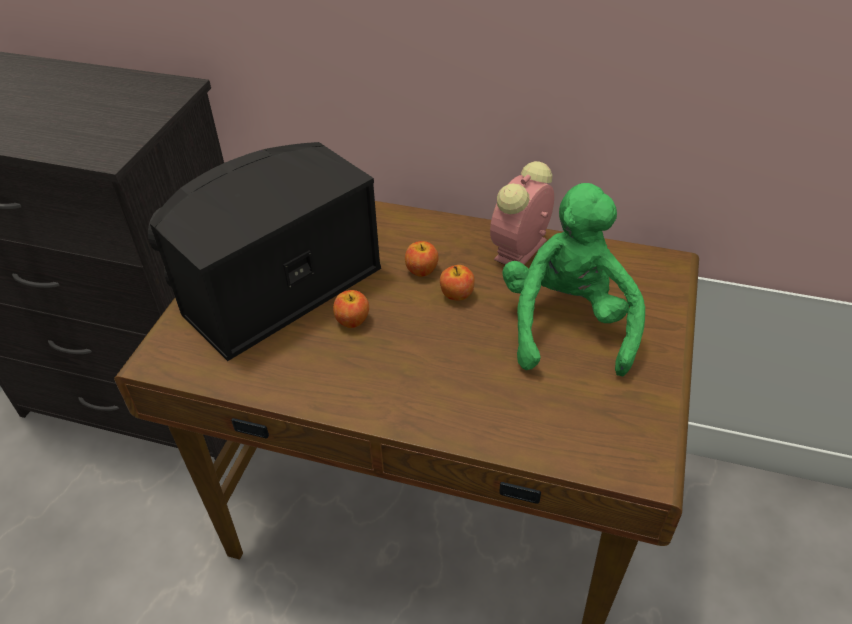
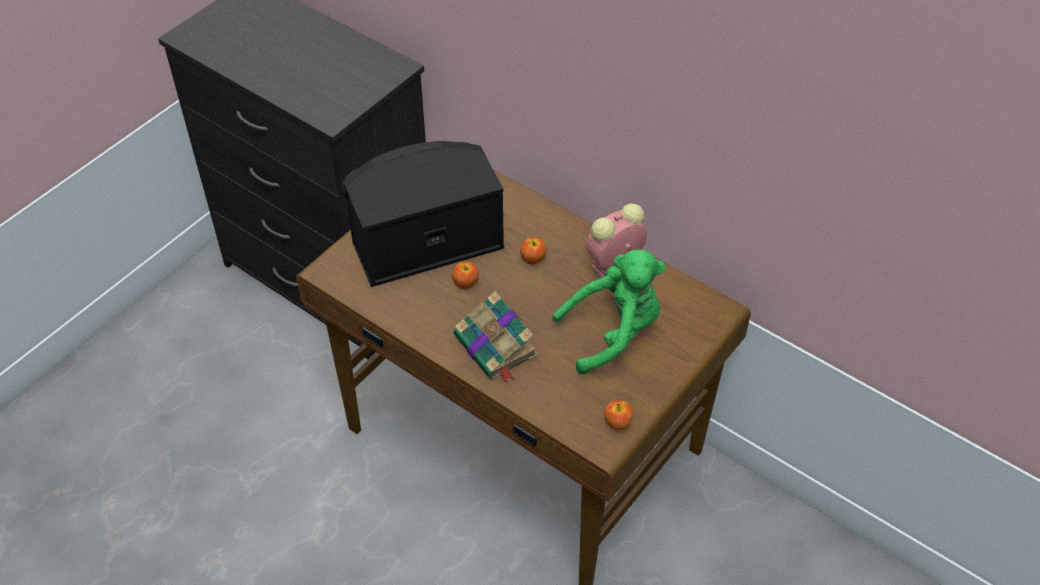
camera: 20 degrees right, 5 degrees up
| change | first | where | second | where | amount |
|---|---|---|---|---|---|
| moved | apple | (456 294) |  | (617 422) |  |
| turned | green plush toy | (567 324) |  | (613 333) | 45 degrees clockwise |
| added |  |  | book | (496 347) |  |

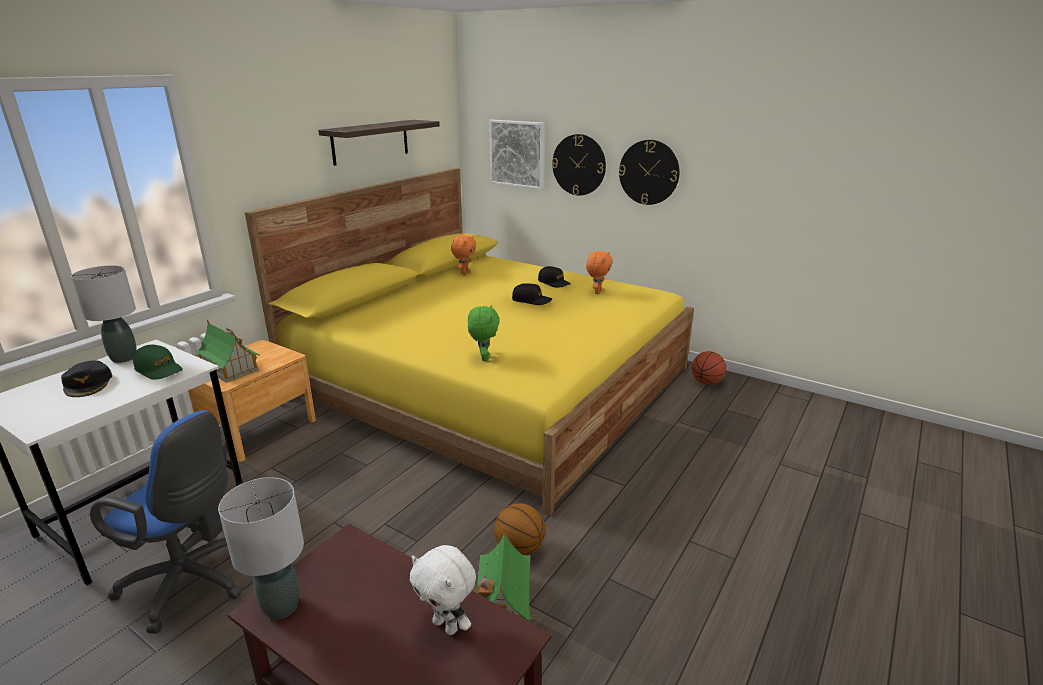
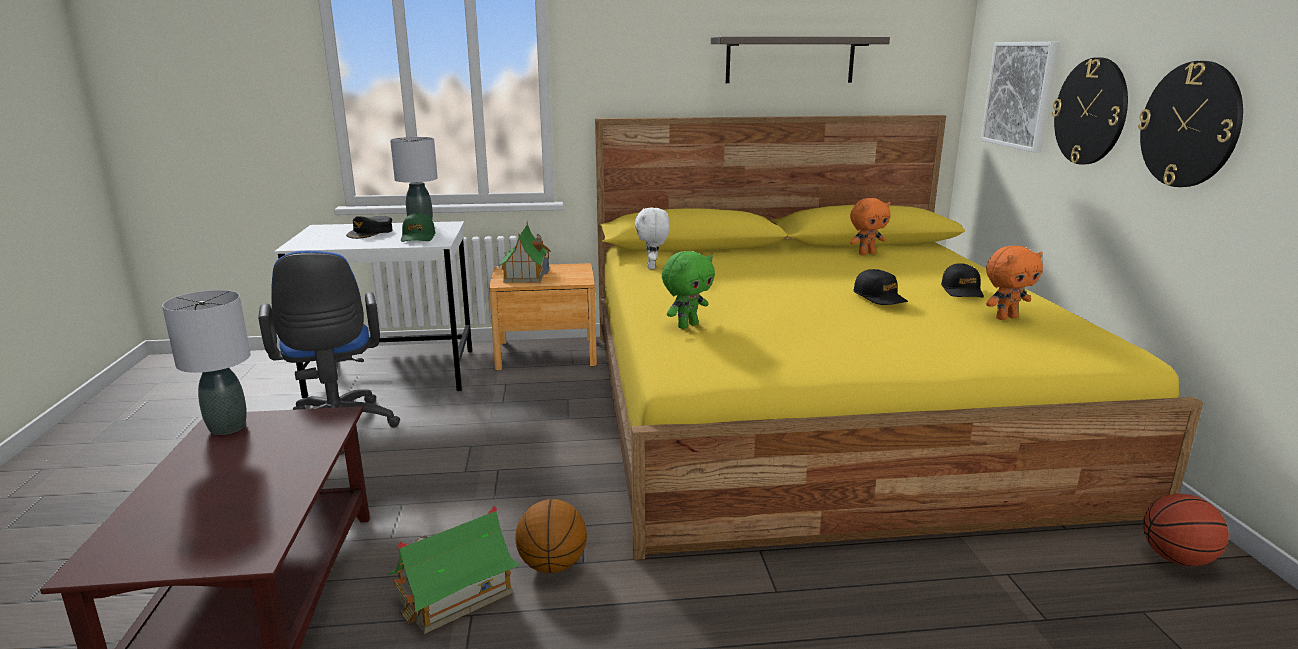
camera: 50 degrees right, 5 degrees down
| change | first | where | second | where | amount |
|---|---|---|---|---|---|
| moved | white plush toy | (447 625) |  | (652 267) |  |

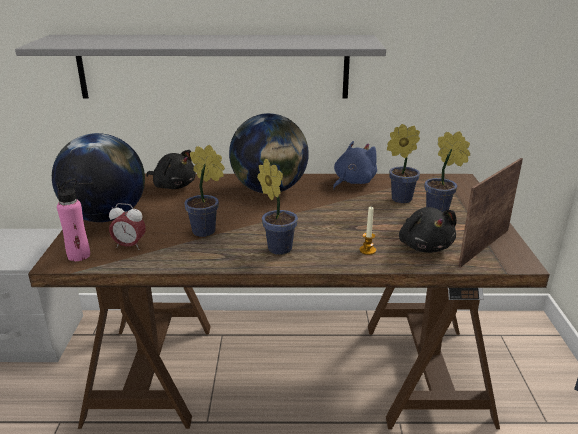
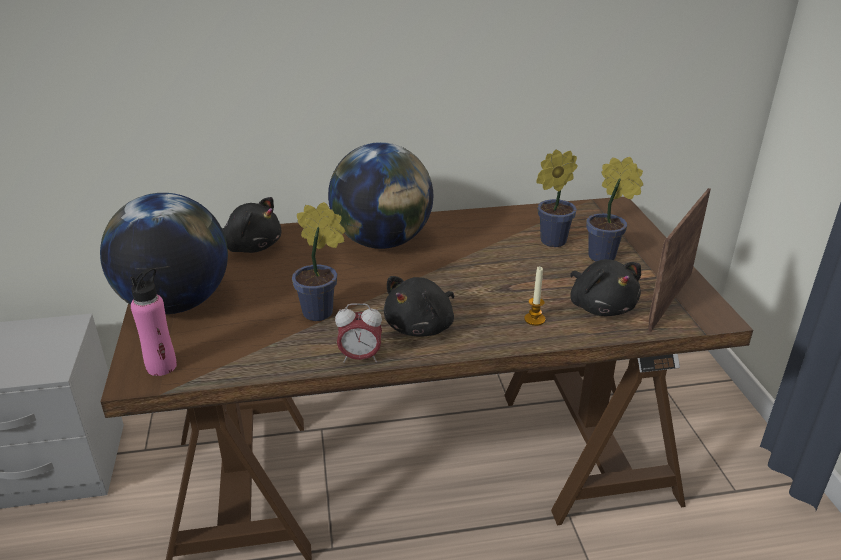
camera: 10 degrees left, 5 degrees up
| change | first | where | second | where | amount |
|---|---|---|---|---|---|
| removed | grey shelf | (213 67) |  |  |  |
| moved | alarm clock | (129 246) |  | (360 357) |  |
| replaced | potted plant | (277 247) | black plush toy | (422 327) |  |
| removed | blue plush toy | (352 182) |  |  |  |

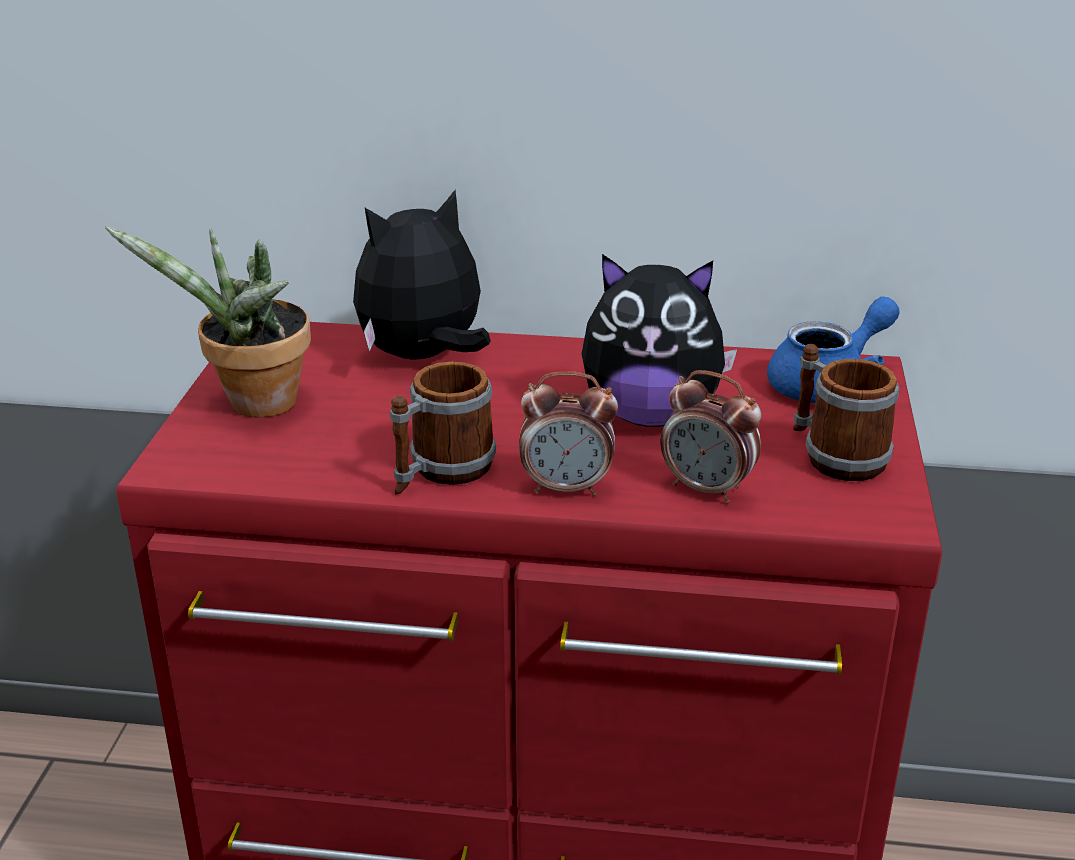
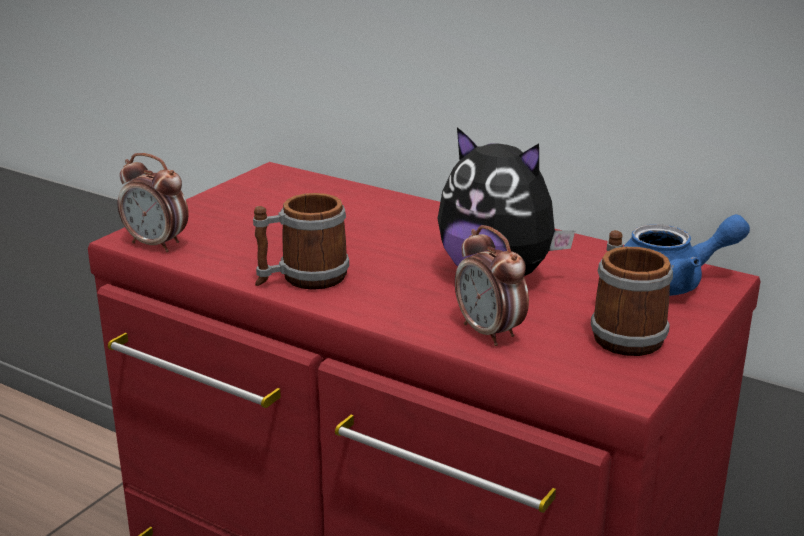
camera: 25 degrees right, 5 degrees down
| change | first | where | second | where | amount |
|---|---|---|---|---|---|
| removed | potted plant | (253 405) |  |  |  |
| removed | plush toy | (423 357) |  |  |  |
| moved | alarm clock | (567 488) |  | (157 245) |  |

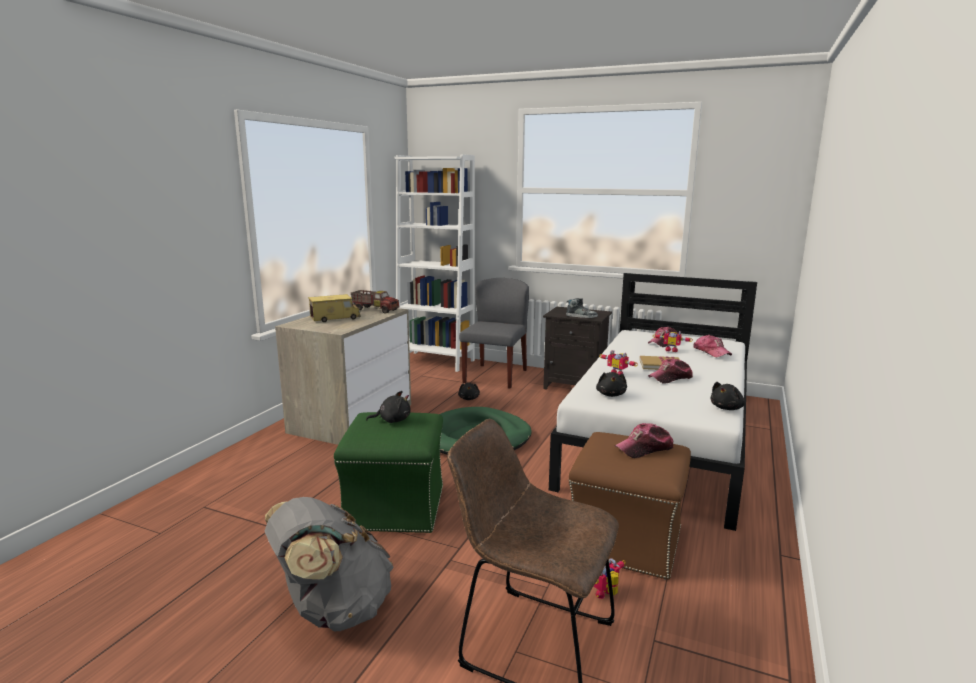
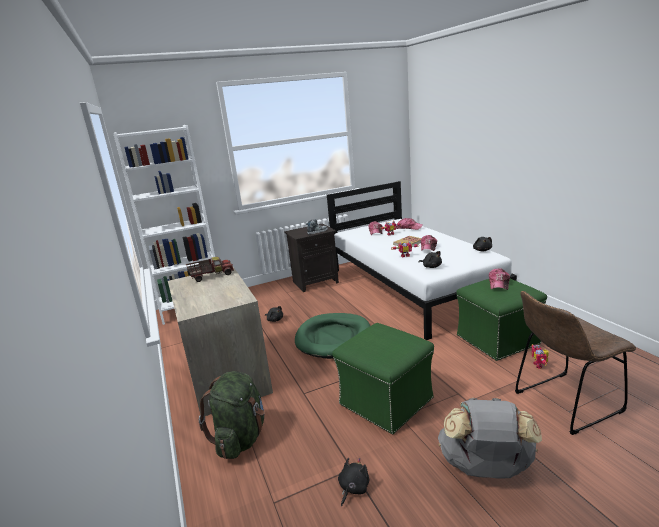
camera: 45 degrees left, 5 degrees up
| change | first | where | second | where | amount |
|---|---|---|---|---|---|
| removed | toy truck | (335 318) |  |  |  |
| moved | black plush toy | (392 420) |  | (353 488) |  |
| removed | grey chair | (495 376) |  |  |  |
| recoloured | brown ottoman | (627 540) | green ottoman | (498 339) |  |
| added |  |  | green backpack | (241 438) |  |

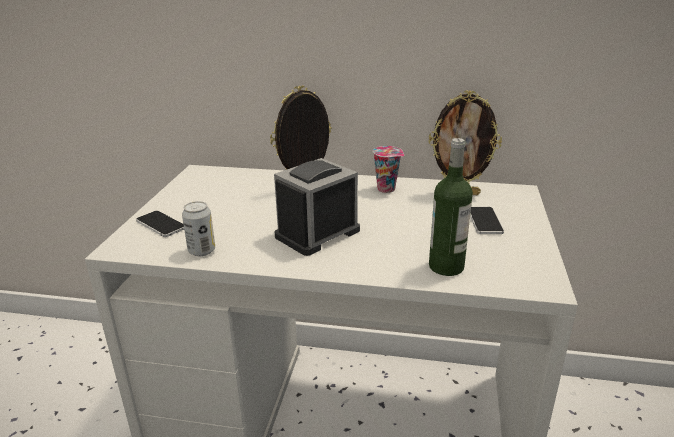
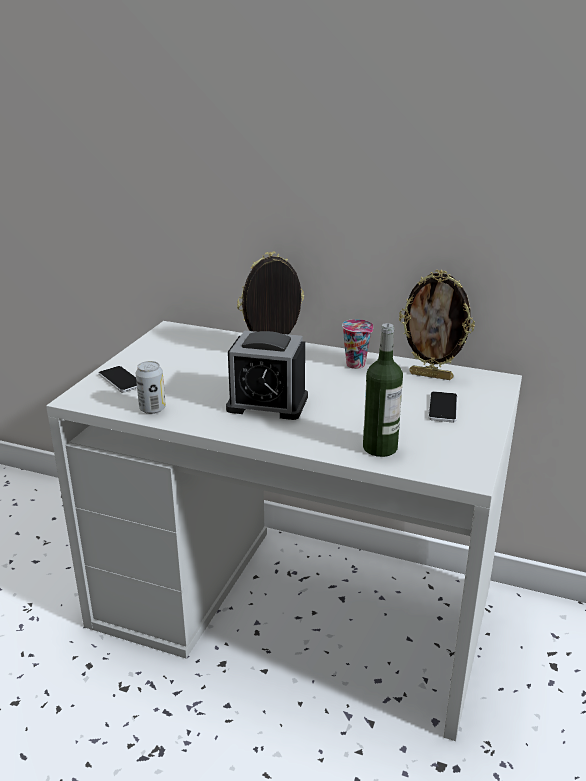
camera: 10 degrees right, 0 degrees up
| change | first | where | second | where | amount |
|---|---|---|---|---|---|
| turned | alarm clock | (317 233) |  | (267 403) | 135 degrees counterclockwise |

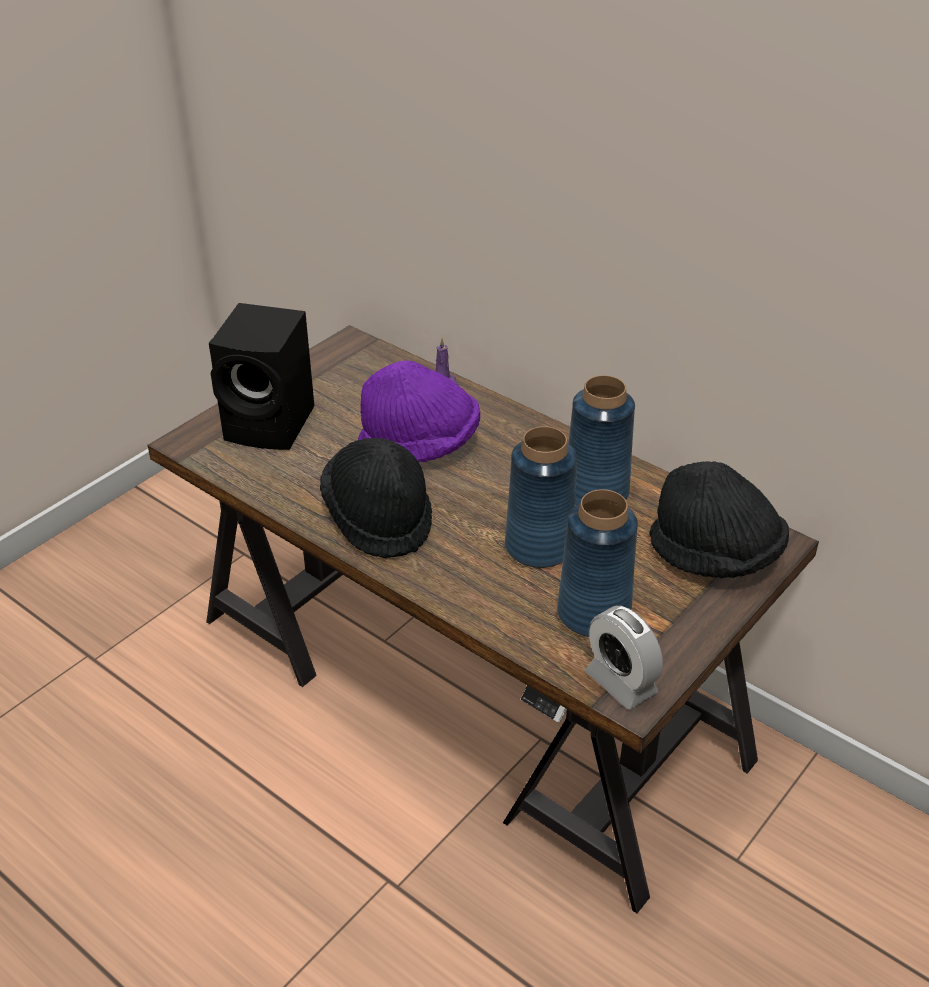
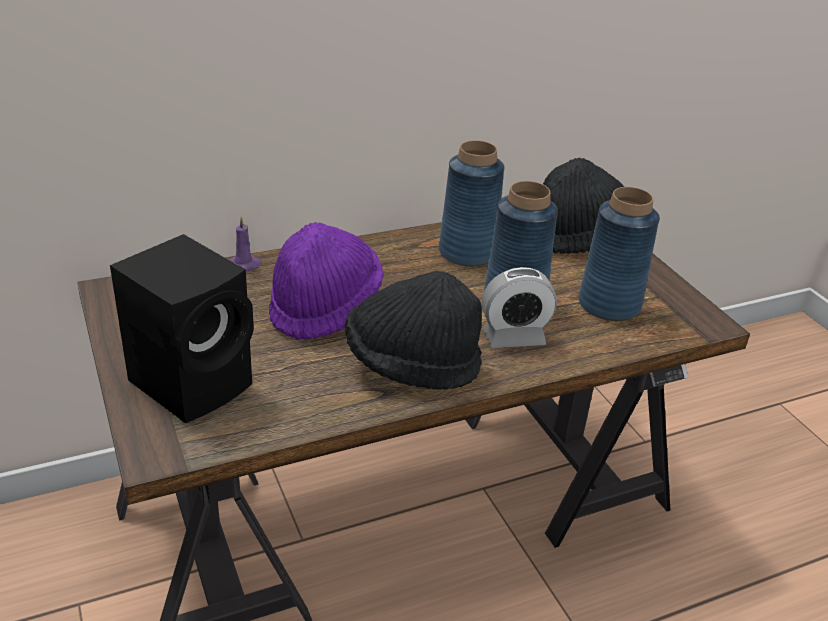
camera: 65 degrees left, 5 degrees down
| change | first | where | second | where | amount |
|---|---|---|---|---|---|
| moved | alarm clock | (621 682) |  | (513 338) |  |

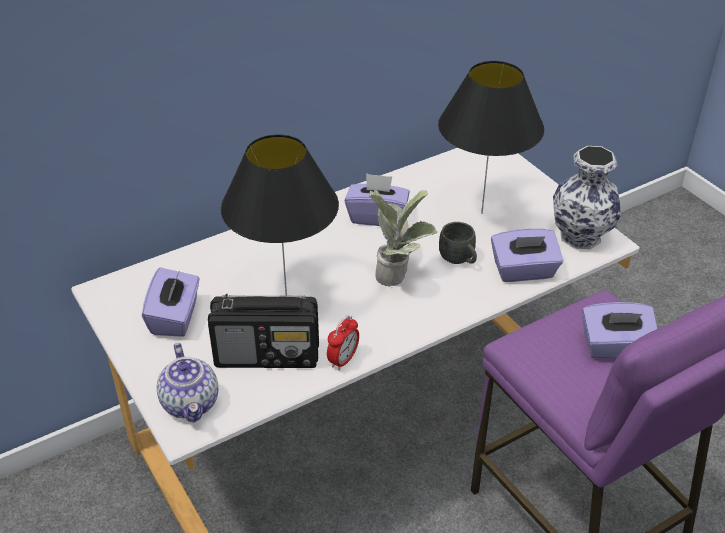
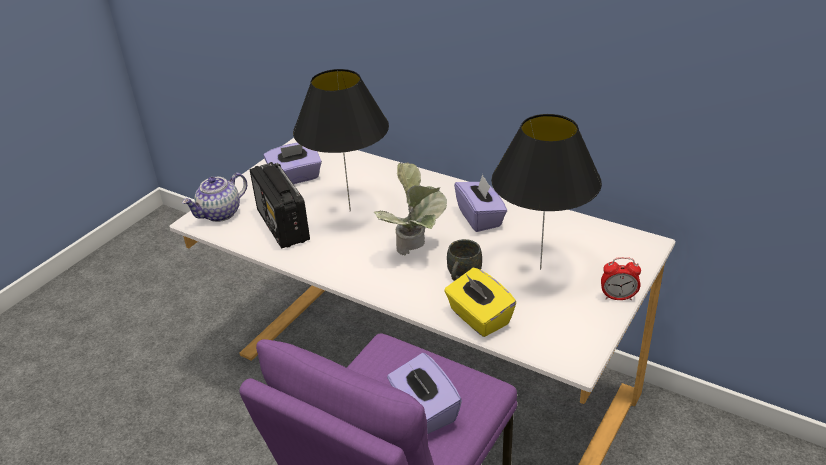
camera: 65 degrees right, 5 degrees down
| change | first | where | second | where | amount |
|---|---|---|---|---|---|
| moved | alarm clock | (343 360) |  | (618 297) |  |
| recoloured | purple tissue box | (524 271) | yellow tissue box | (479 318) |  |
| removed | vase | (580 235) |  |  |  |

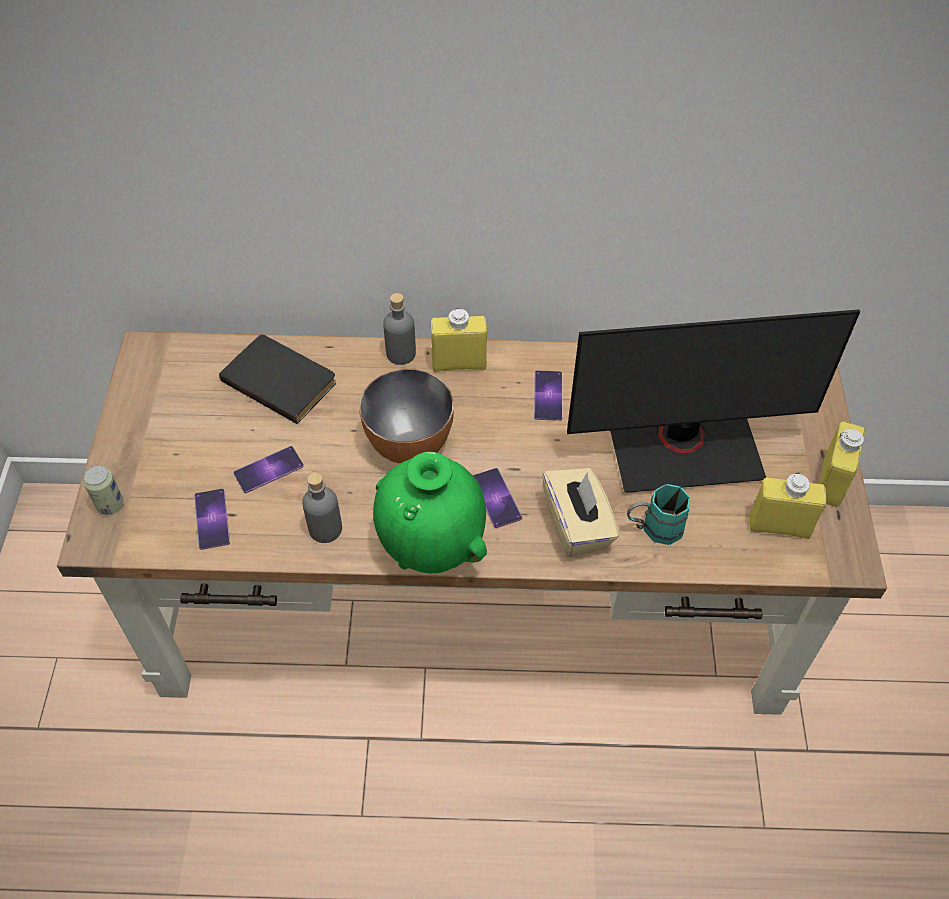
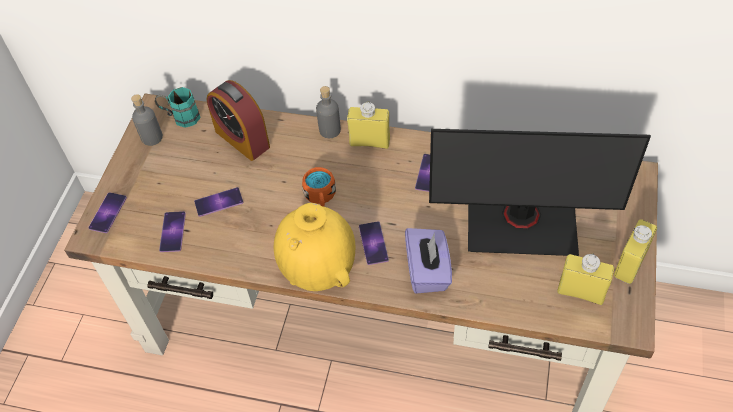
camera: 15 degrees right, 0 degrees up
| change | first | where | second | where | amount |
|---|---|---|---|---|---|
| replaced | can | (110 504) | phone | (108 212) |  |
| replaced | black book | (281 379) | alarm clock | (242 139) |  |
| moved | grey bottle | (325 529) |  | (152 137) |  |
| replaced | bowl | (409 444) | orange mug | (320 196) |  |
| recoloured | green vase | (432 547) | yellow vase | (319 272) |  |
| recoloured | beige tissue box | (577 525) | purple tissue box | (428 271) |  |
| moved | turquoise mug | (653 528) |  | (180 117) |  |

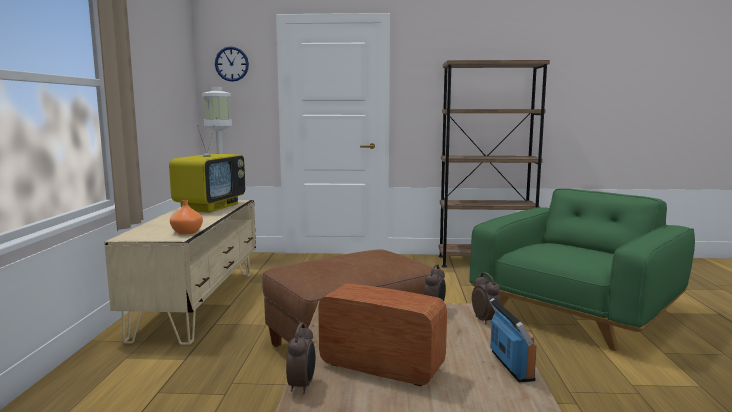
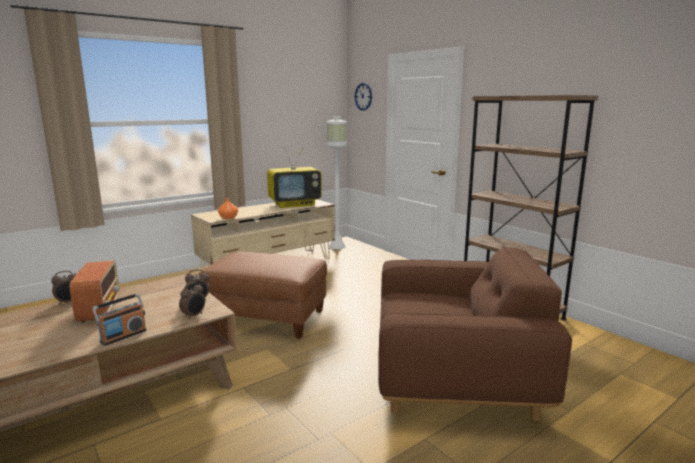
camera: 50 degrees right, 5 degrees up
| change | first | where | second | where | amount |
|---|---|---|---|---|---|
| recoloured | green armchair | (575 313) | brown armchair | (454 376) |  |

